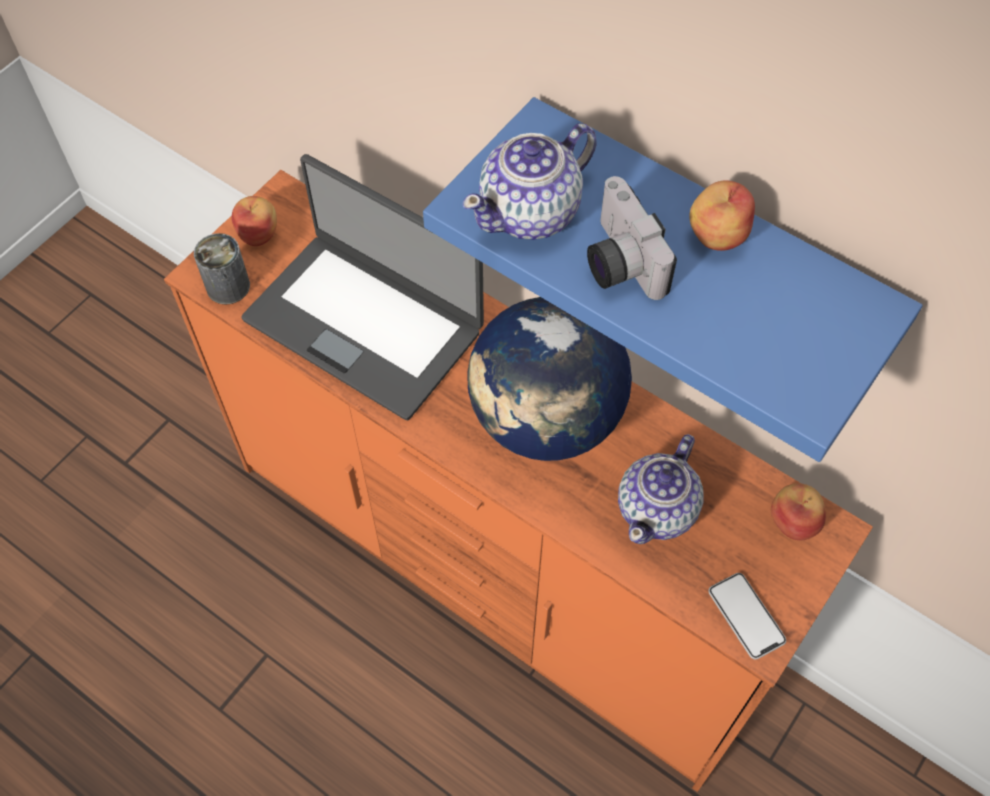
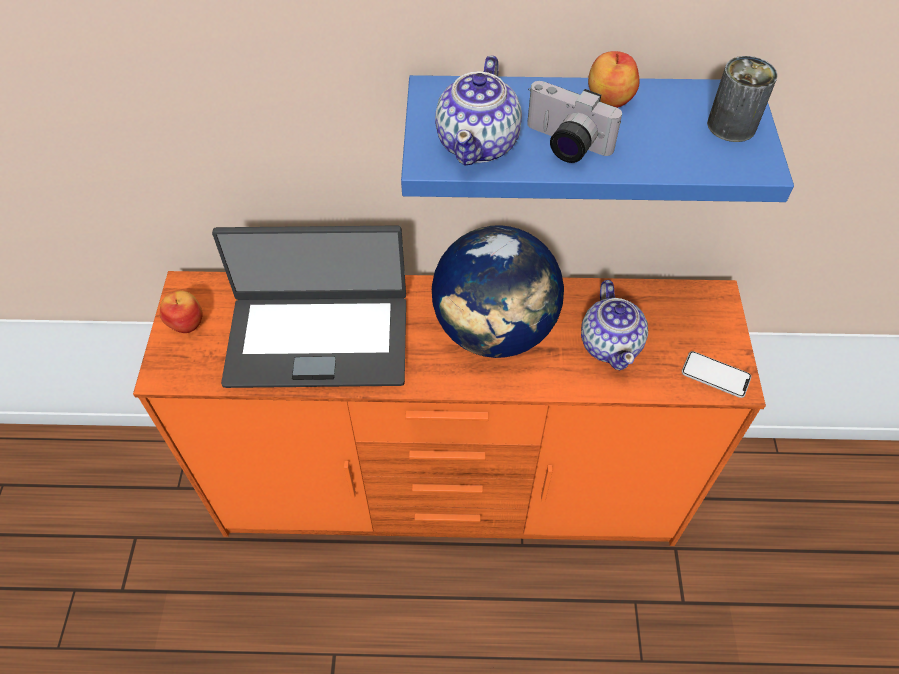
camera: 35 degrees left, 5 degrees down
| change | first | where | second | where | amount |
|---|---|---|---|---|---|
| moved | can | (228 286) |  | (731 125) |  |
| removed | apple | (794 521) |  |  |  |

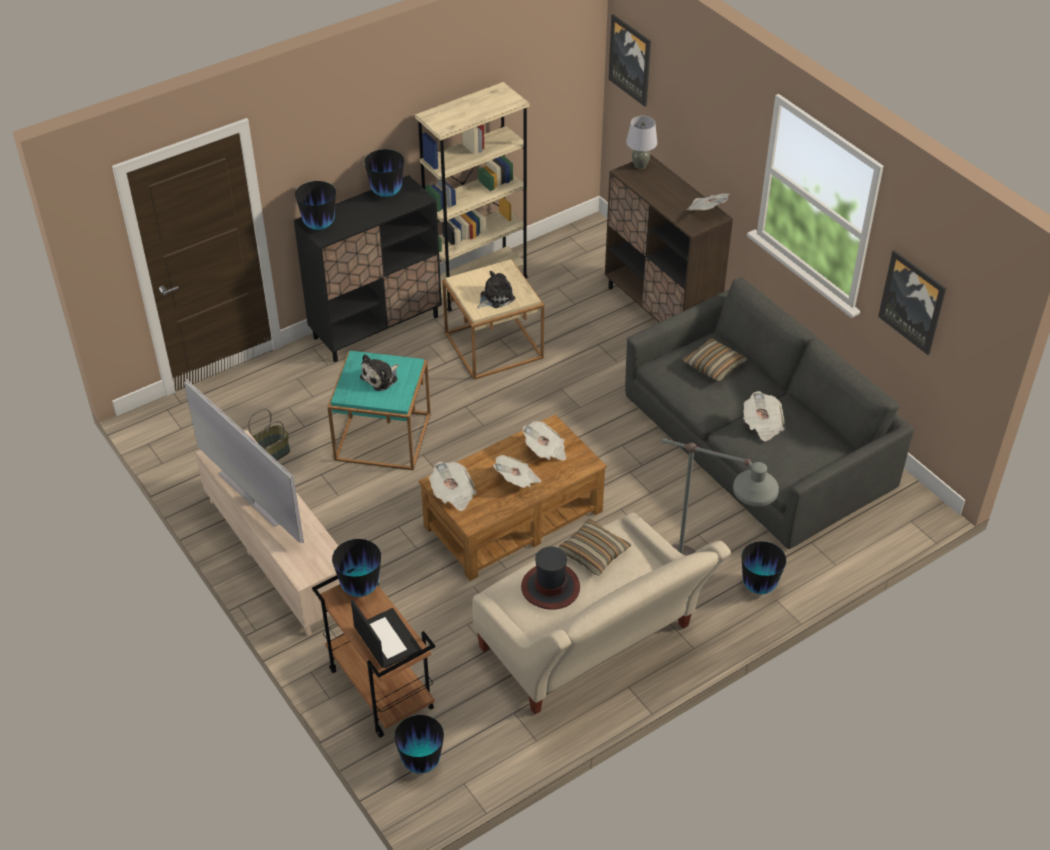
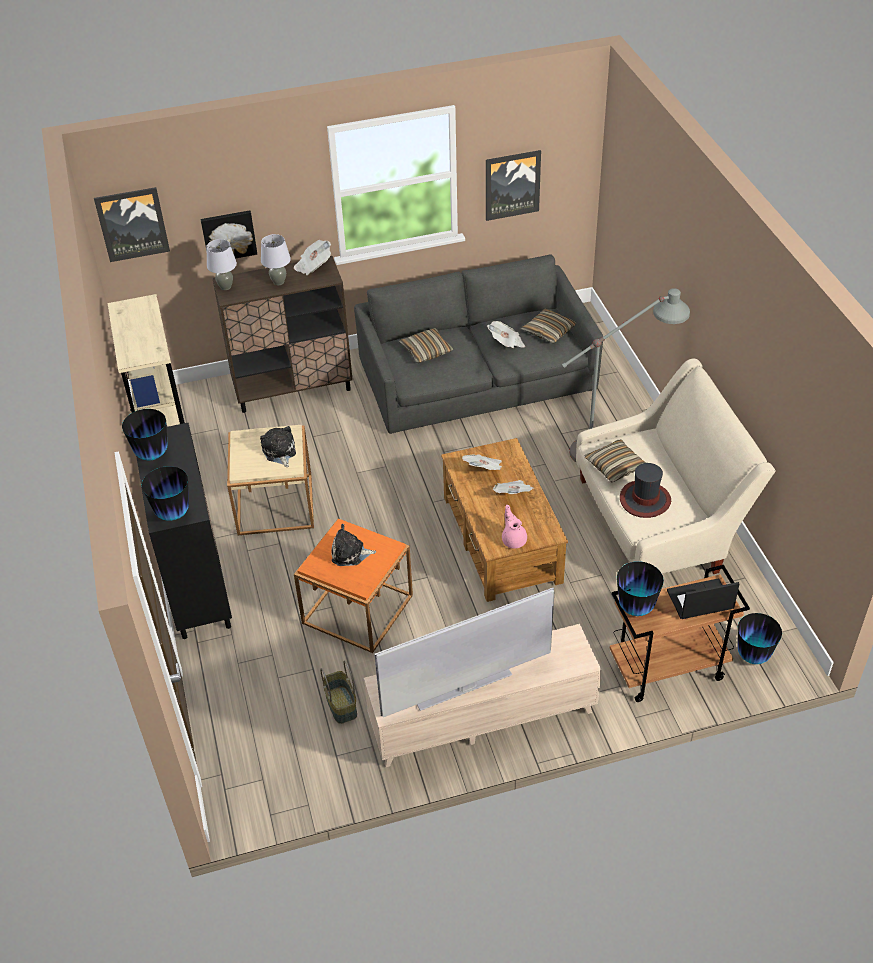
camera: 70 degrees left, 0 degrees up
| change | first | where | second | where | amount |
|---|---|---|---|---|---|
| recoloured | turquoise side table | (383 437) | orange side table | (357 609) |  |
| turned | plush toy | (381 378) |  | (350 553) | 120 degrees clockwise |
| replaced | newspaper | (453 494) | pink teapot | (514 539) |  |
| removed | vase | (758 586) |  |  |  |
| added |  |  | picture | (229 235) |  |
| added |  |  | grey table lamp | (279 282) |  |
| added |  |  | pillow | (549 331) |  |

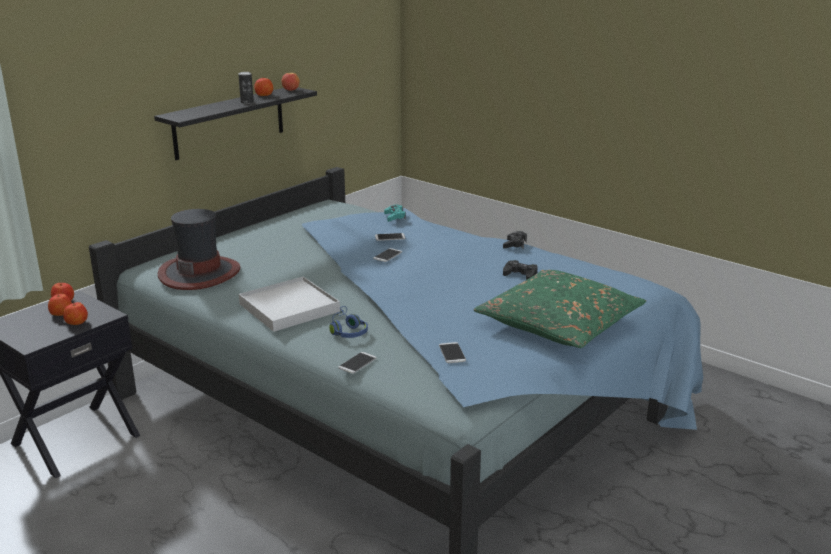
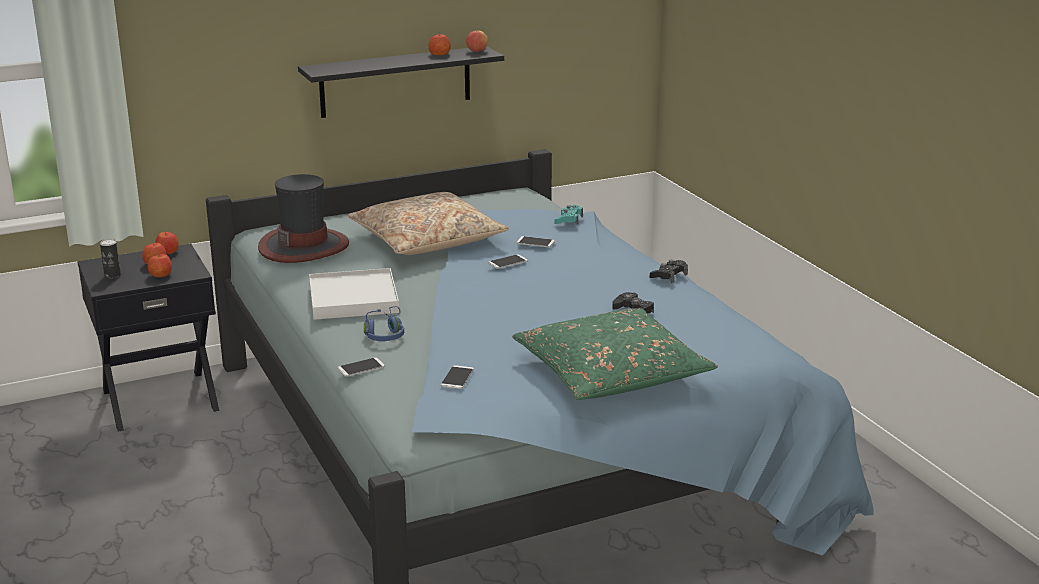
camera: 25 degrees right, 0 degrees up
| change | first | where | second | where | amount |
|---|---|---|---|---|---|
| moved | can | (247 102) |  | (112 275) |  |
| added |  |  | beige pillow | (427 240) |  |

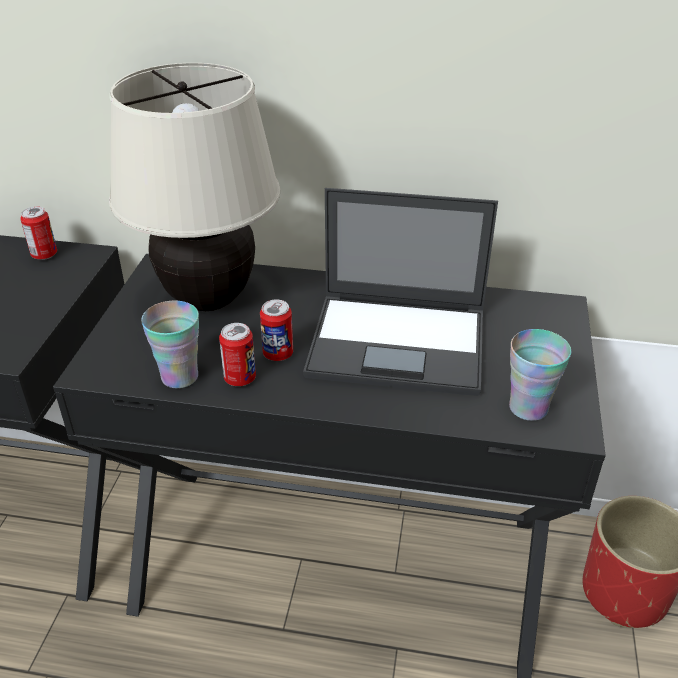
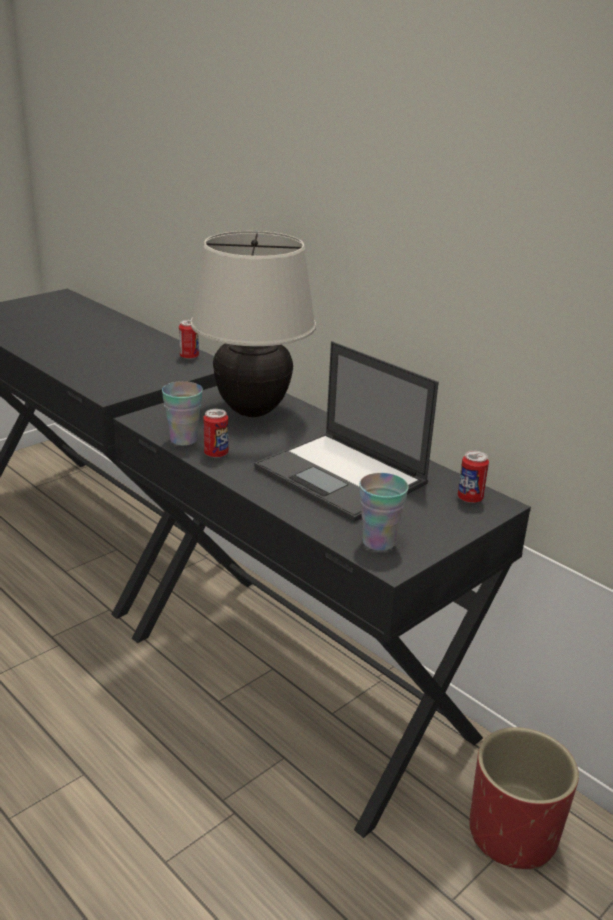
camera: 35 degrees right, 10 degrees down
| change | first | where | second | where | amount |
|---|---|---|---|---|---|
| moved | can | (278 354) |  | (470 498) |  |

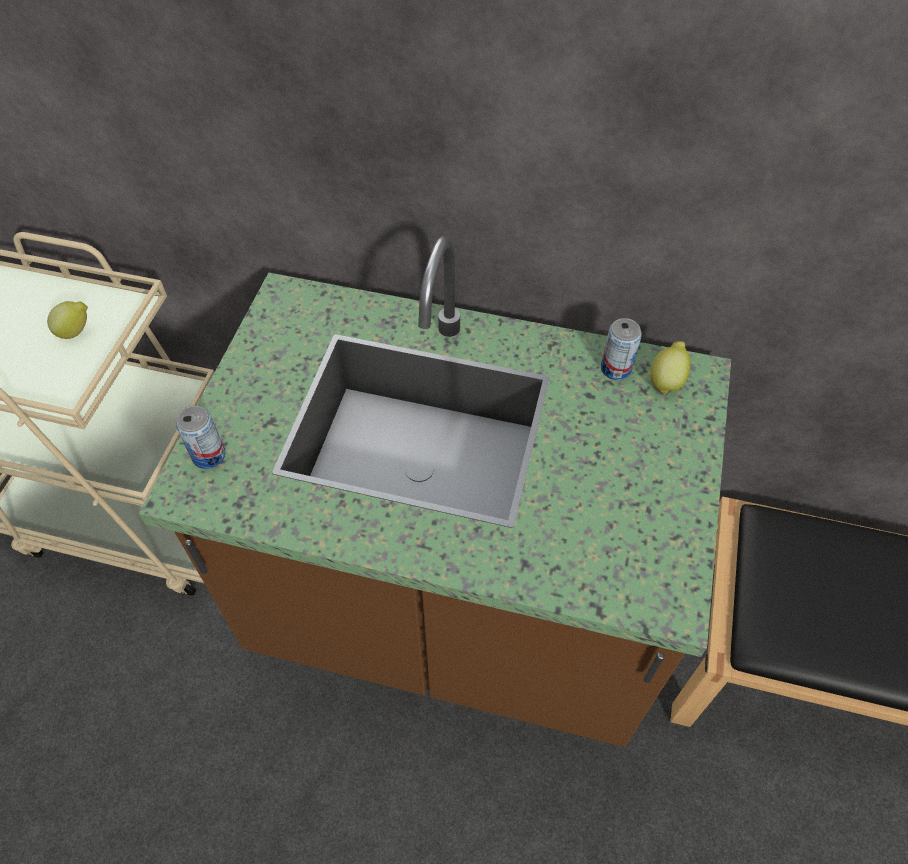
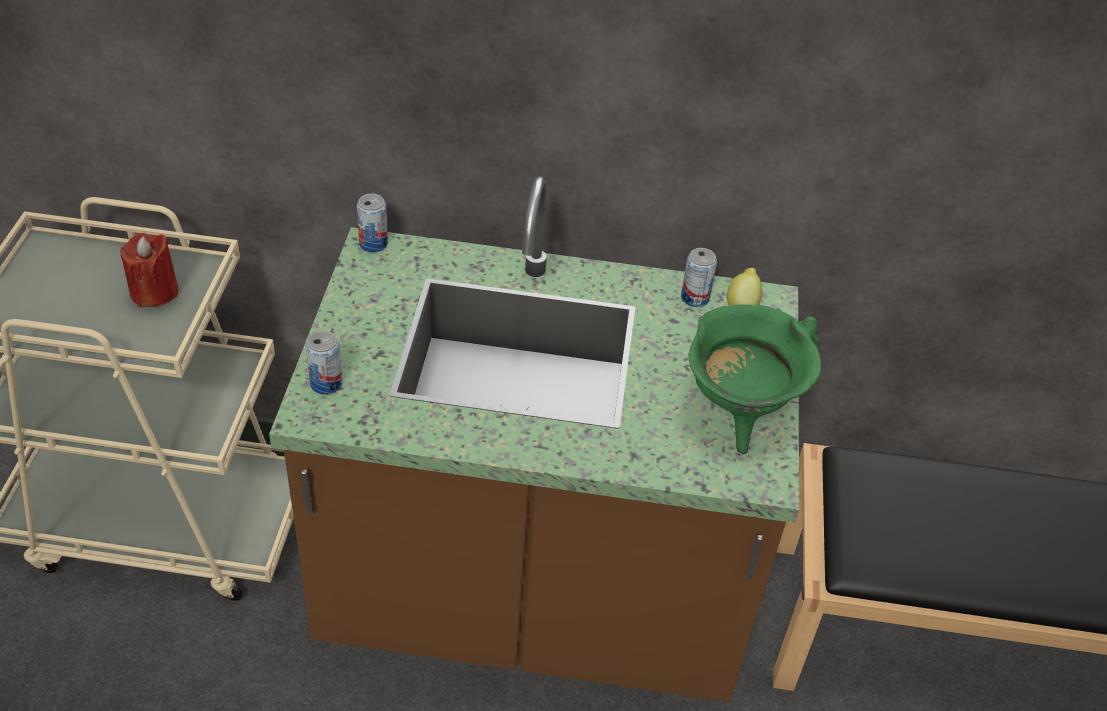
camera: 10 degrees left, 10 degrees down
| change | first | where | second | where | amount |
|---|---|---|---|---|---|
| replaced | lemon | (76 332) | red candle | (154 292) |  |
| added |  |  | can | (373 244) |  |
| added |  |  | green cooking pot | (739 414) |  |

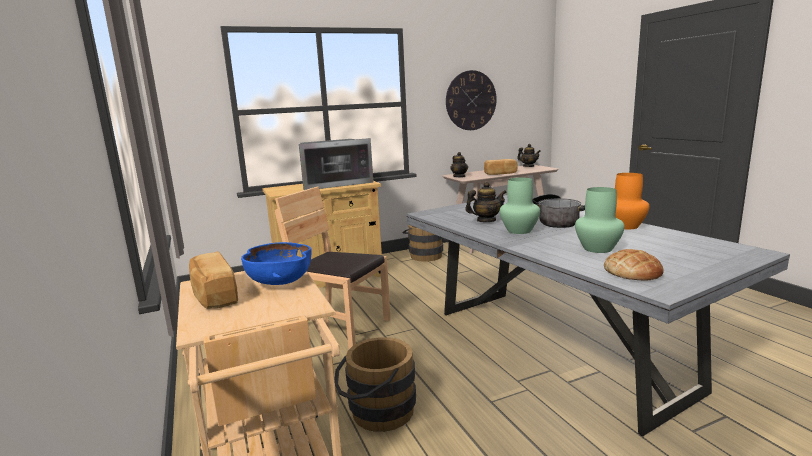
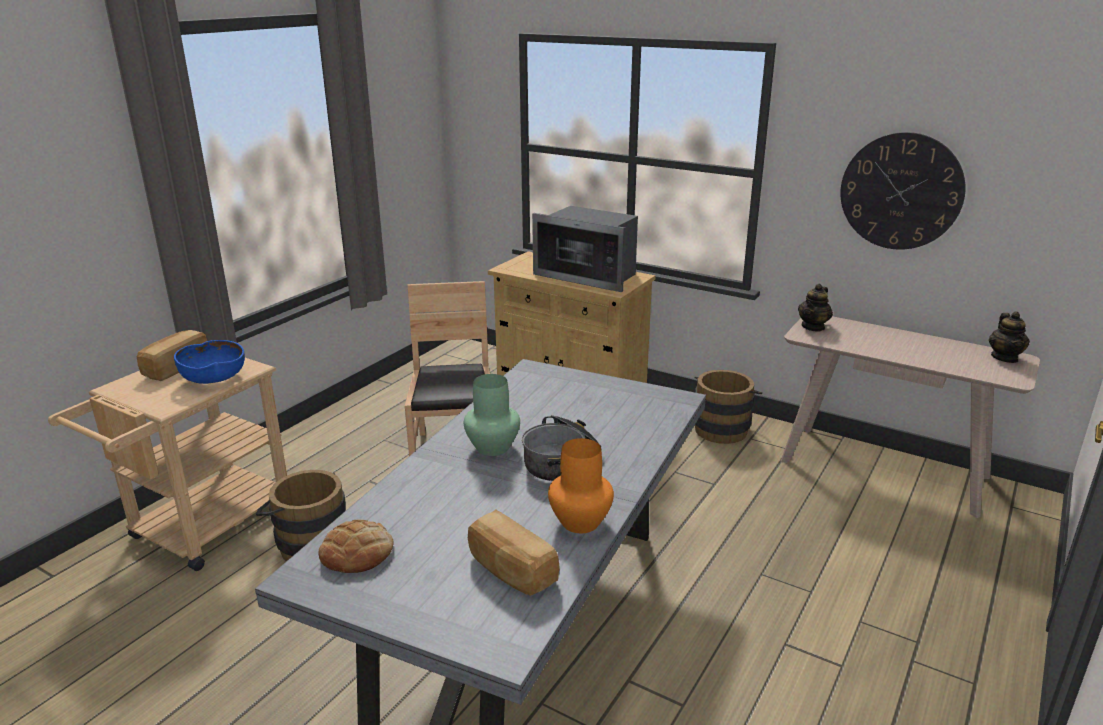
camera: 55 degrees right, 10 degrees up
| change | first | where | second | where | amount |
|---|---|---|---|---|---|
| removed | teapot | (486 220) |  |  |  |
| moved | bread | (501 173) |  | (511 570) |  |
| removed | green vase | (598 249) |  |  |  |

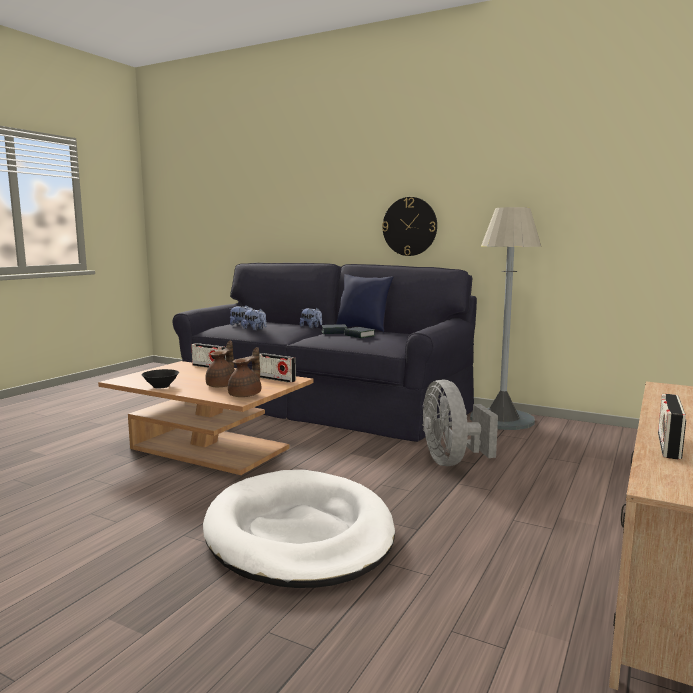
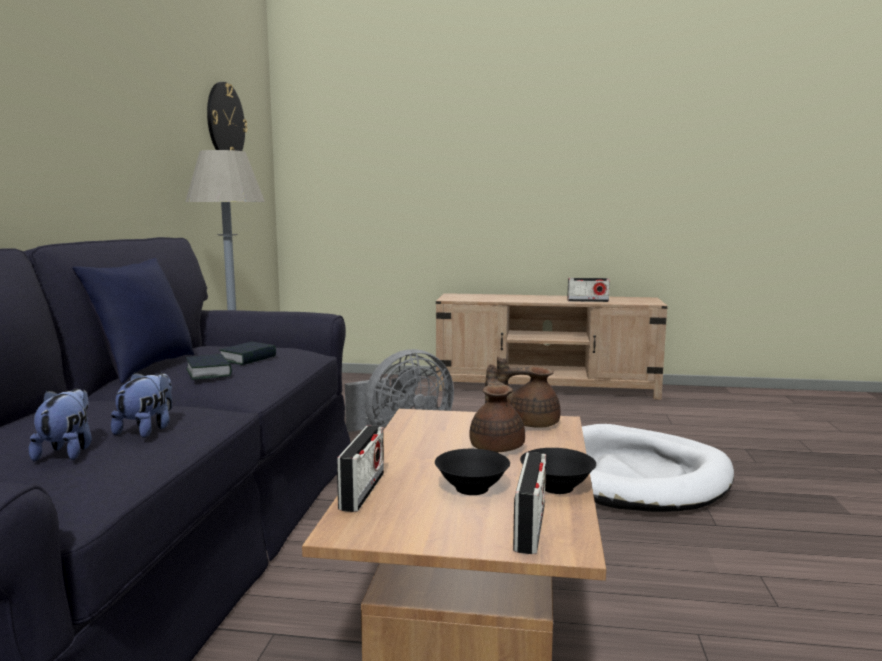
camera: 110 degrees left, 0 degrees up
| change | first | where | second | where | amount |
|---|---|---|---|---|---|
| turned | brown teapot | (223 385) |  | (497 446) | 90 degrees clockwise |
| moved | radio | (276 379) |  | (530 528) |  |
| removed | plush toy | (311 327) |  |  |  |
| moved | wall clock | (409 226) |  | (225 122) |  |
| added |  |  | black bowl | (472 488) |  |

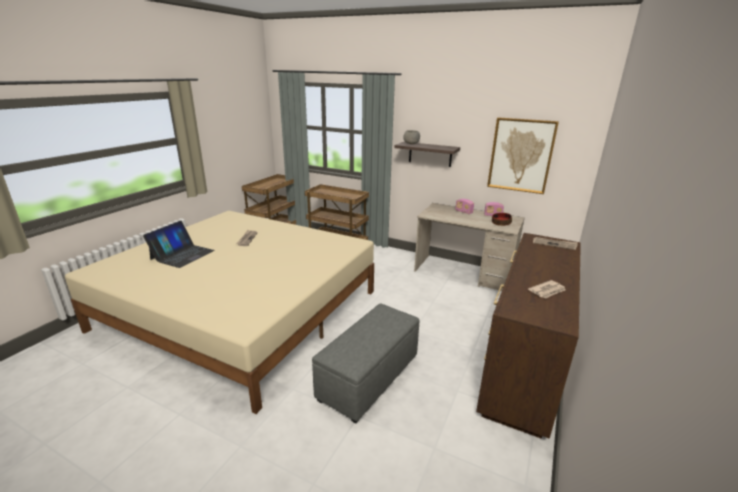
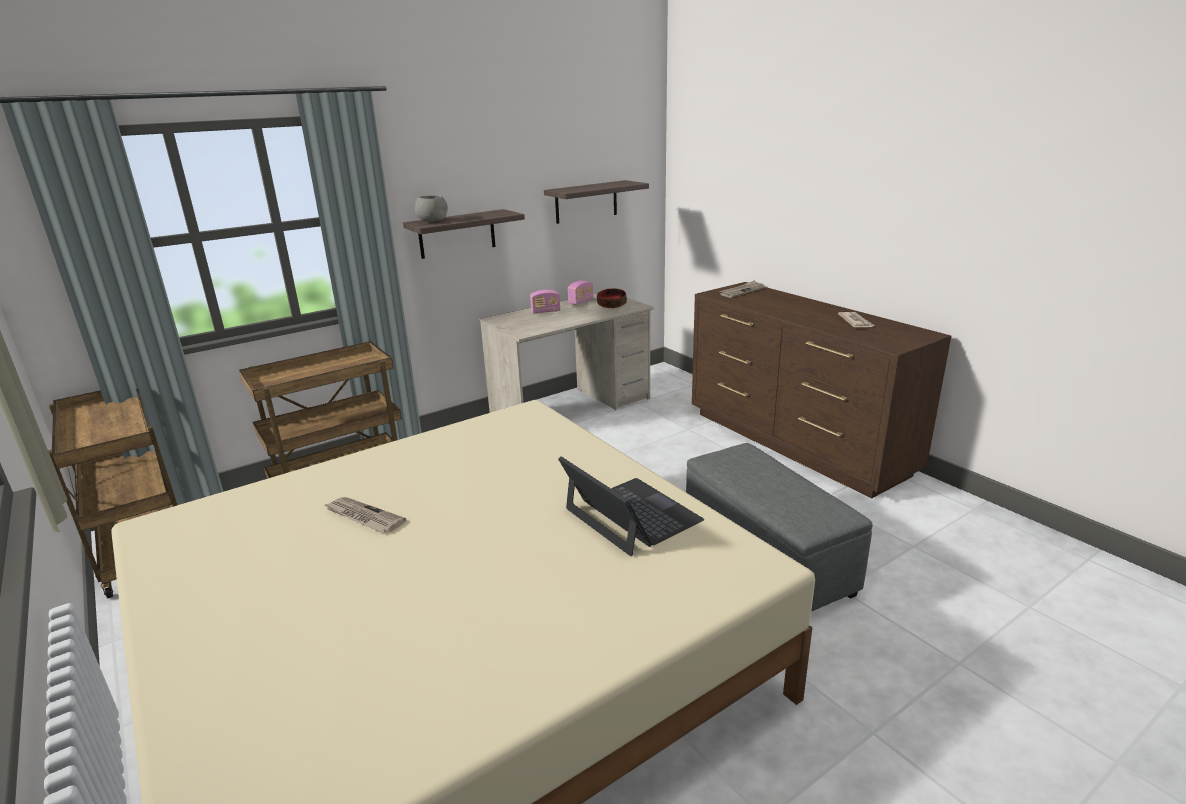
camera: 60 degrees left, 0 degrees up
| change | first | where | second | where | amount |
|---|---|---|---|---|---|
| moved | laptop | (182 255) |  | (631 515) |  |
| replaced | picture | (521 155) | shelf | (586 202) |  |

